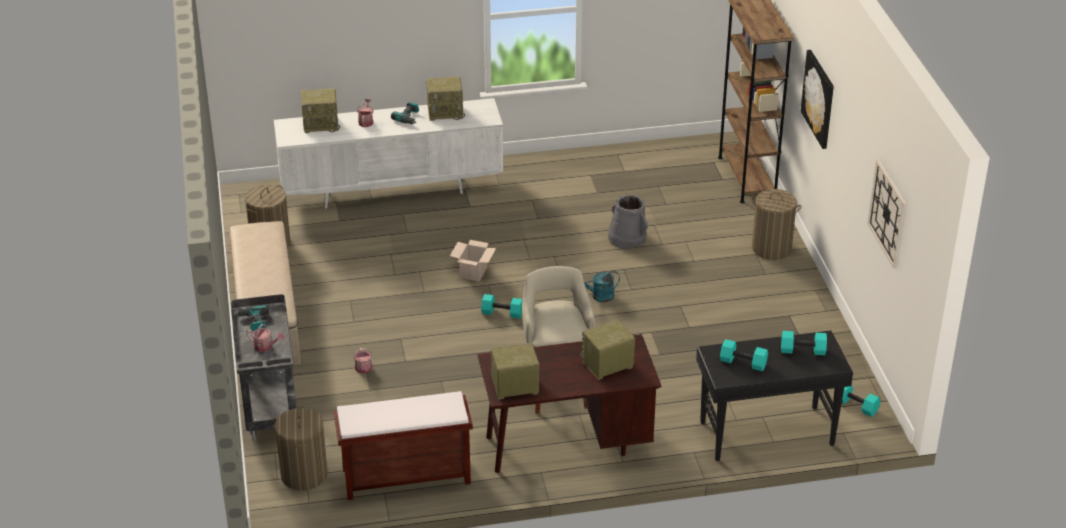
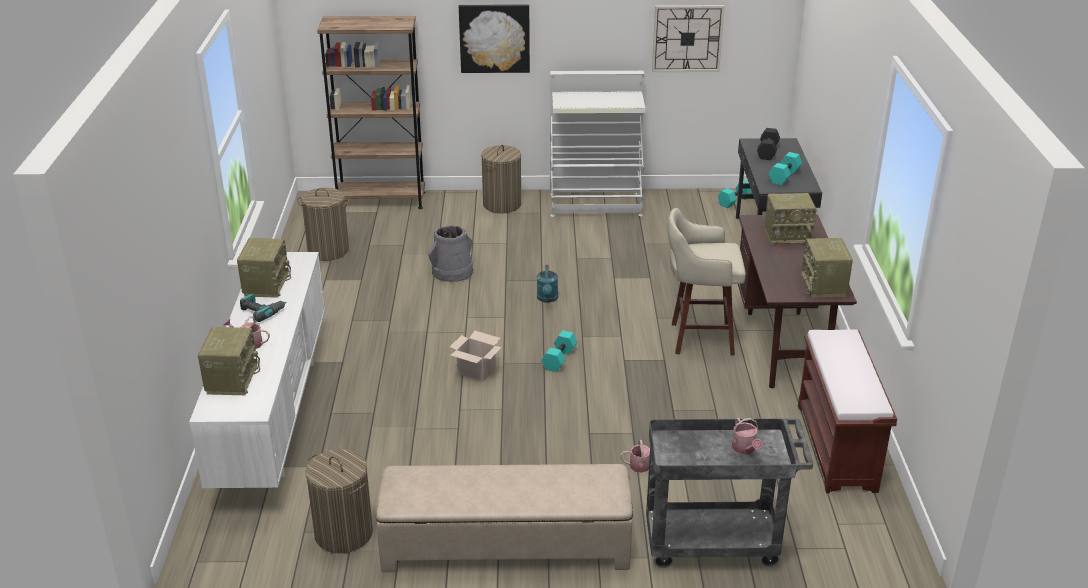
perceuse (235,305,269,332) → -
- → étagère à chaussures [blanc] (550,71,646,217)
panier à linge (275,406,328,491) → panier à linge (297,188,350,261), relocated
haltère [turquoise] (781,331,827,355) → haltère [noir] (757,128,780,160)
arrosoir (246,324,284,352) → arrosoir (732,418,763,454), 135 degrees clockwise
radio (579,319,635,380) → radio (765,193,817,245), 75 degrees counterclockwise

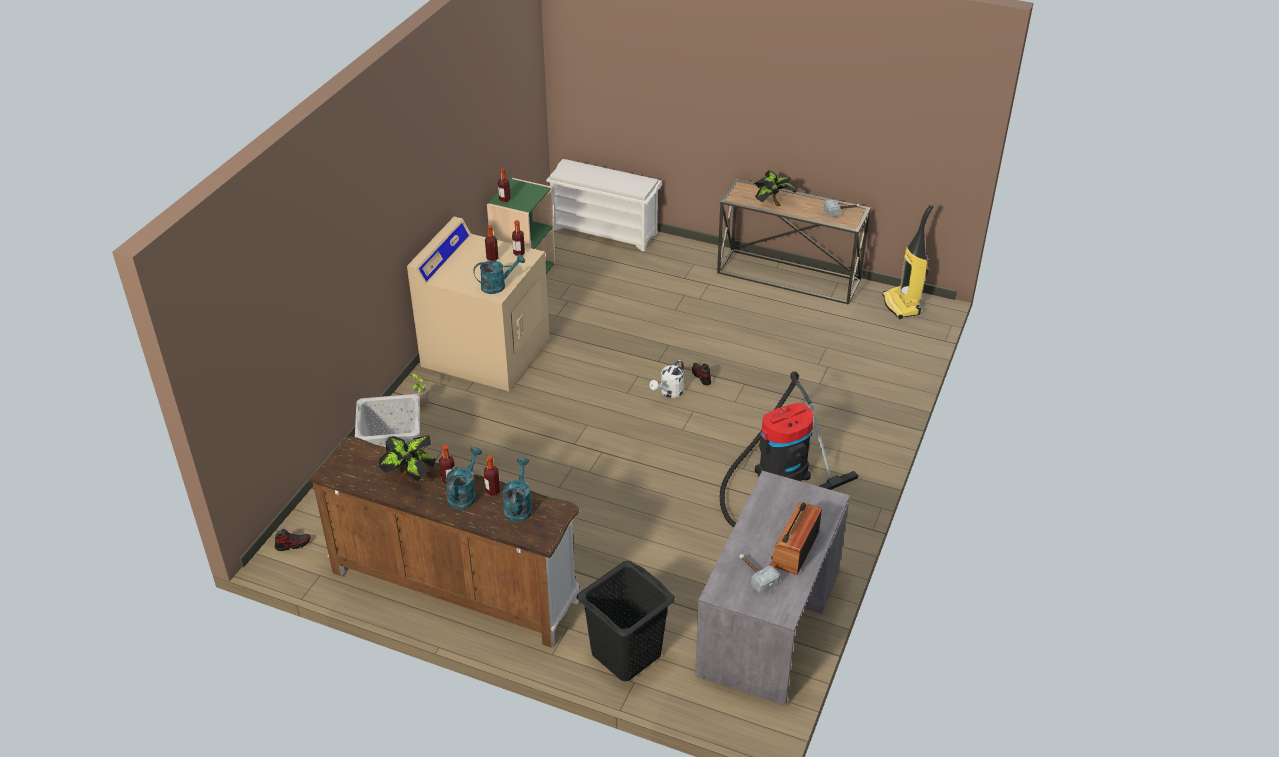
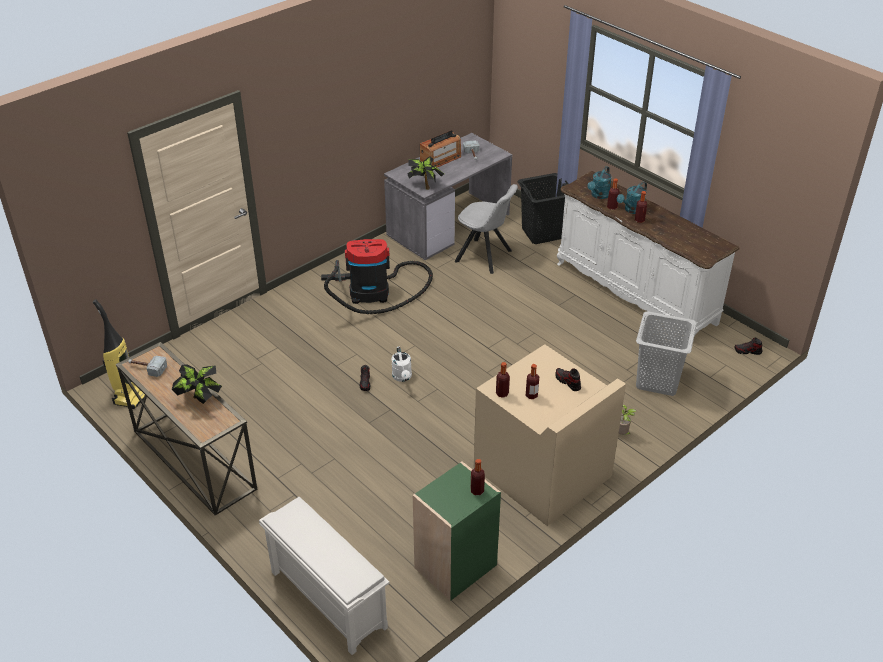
arrosoir [turquoise] (473,254,525,294) → -
- → chaise [gris] (455,184,518,274)
- → chaussure (556,368,581,391)
plante en pot (379,435,436,481) → plante en pot (407,156,444,190), relocated
arrosoir [blanc] (650,360,684,398) → arrosoir [blanc] (391,346,412,382), 105 degrees clockwise

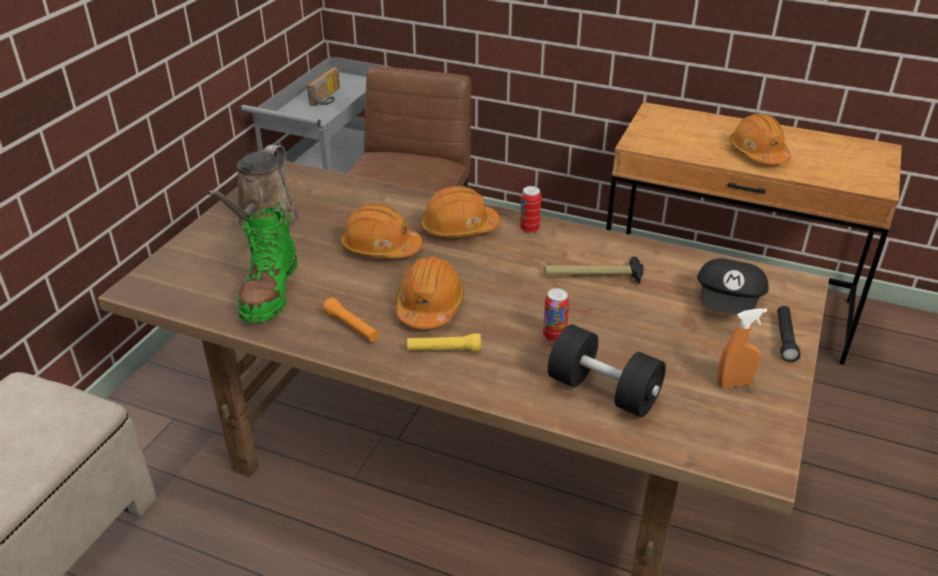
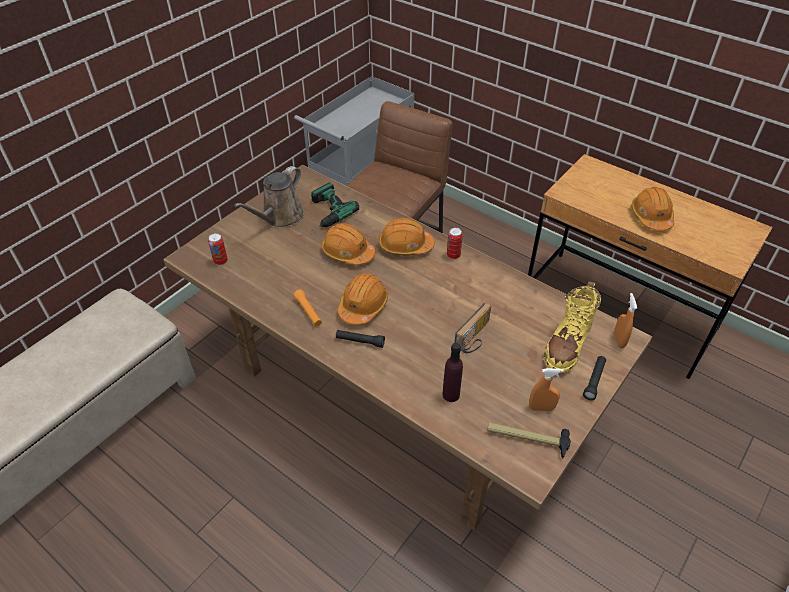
botte [vert] (237,201,297,322) → -
- → perceuse (311,182,359,230)
- → vaporisateur [orange] (614,293,637,348)
radio (307,67,340,106) → radio (455,303,491,353), relocated
boîte métallique (543,288,569,342) → boîte métallique (208,233,228,265), relocated
marteau (545,257,644,284) → marteau (487,422,571,459), relocated
haltère [noir] (548,324,666,417) → bouteille [violet] (443,343,463,402)
casquette [noir] (697,258,769,314) → botte [jaune] (544,281,601,373)
lampe de poche [jaune] (407,333,481,352) → lampe de poche [noir] (336,330,385,348)

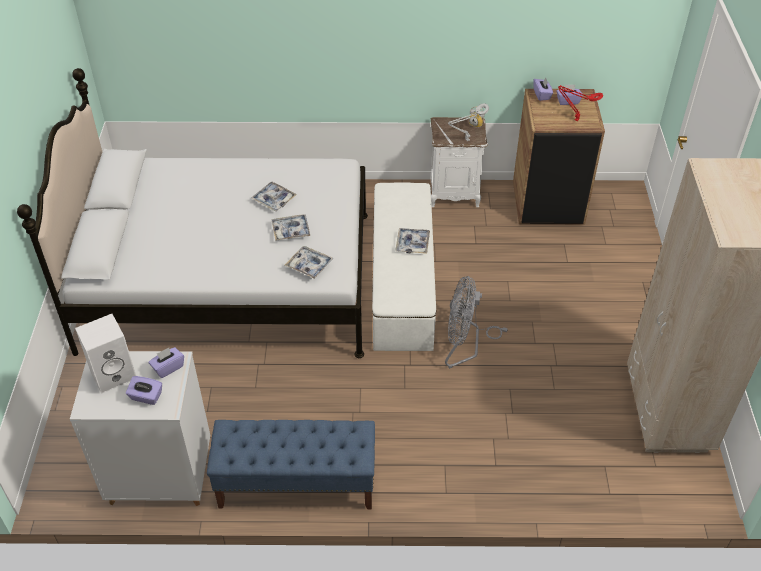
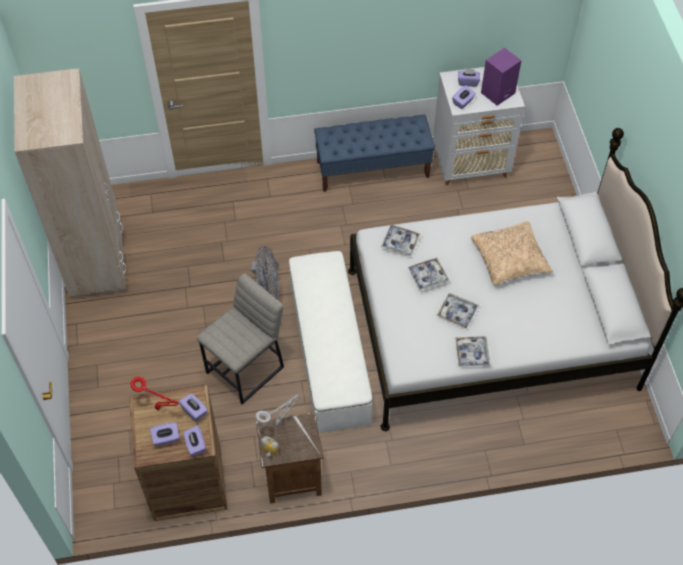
- → boîte à mouchoirs [violet] (179,394,208,422)
- → chaise [gris] (197,273,284,404)
- → coussin [beige] (471,221,553,285)
plateau (395,228,430,254) → plateau (455,336,490,367), relocated
enceinte [blanc] (75,314,136,394) → enceinte [violet] (481,48,522,106)

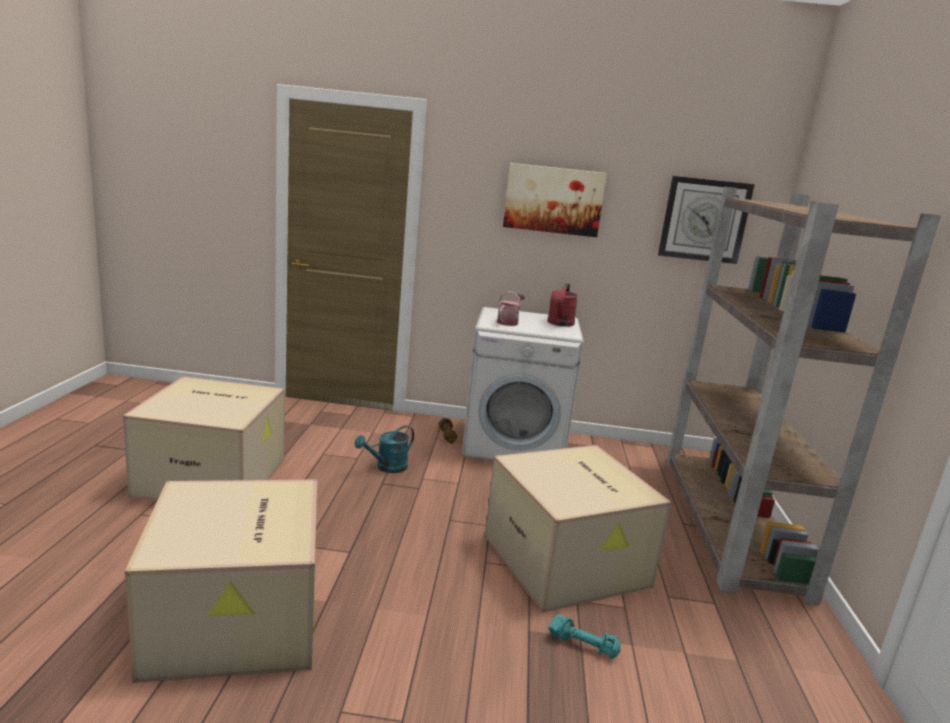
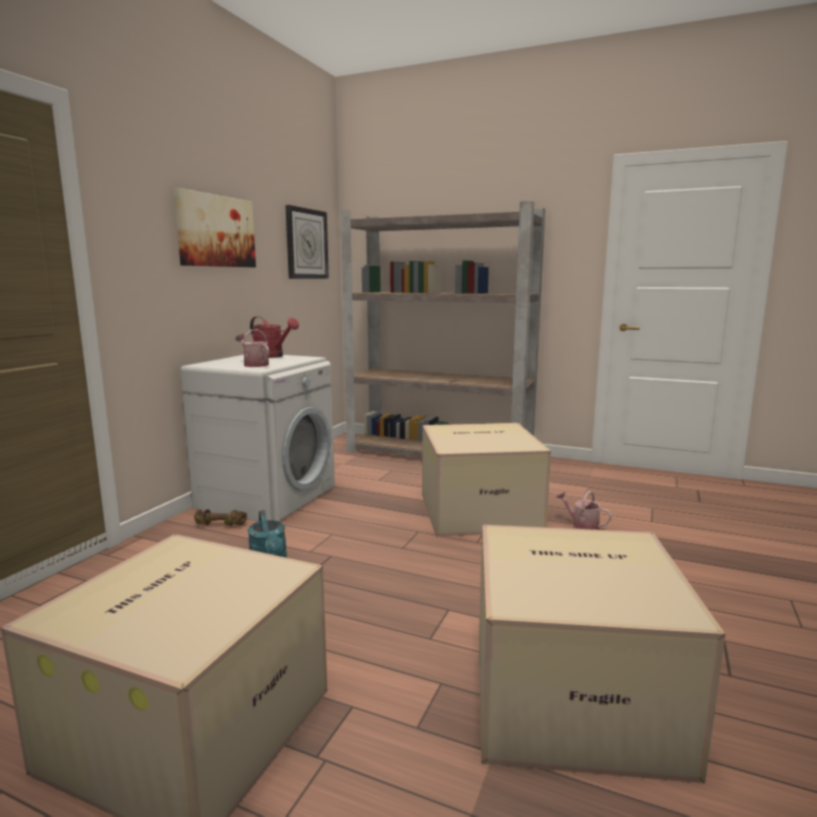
haltère [turquoise] (548,614,621,659) → arrosoir (556,491,612,530)

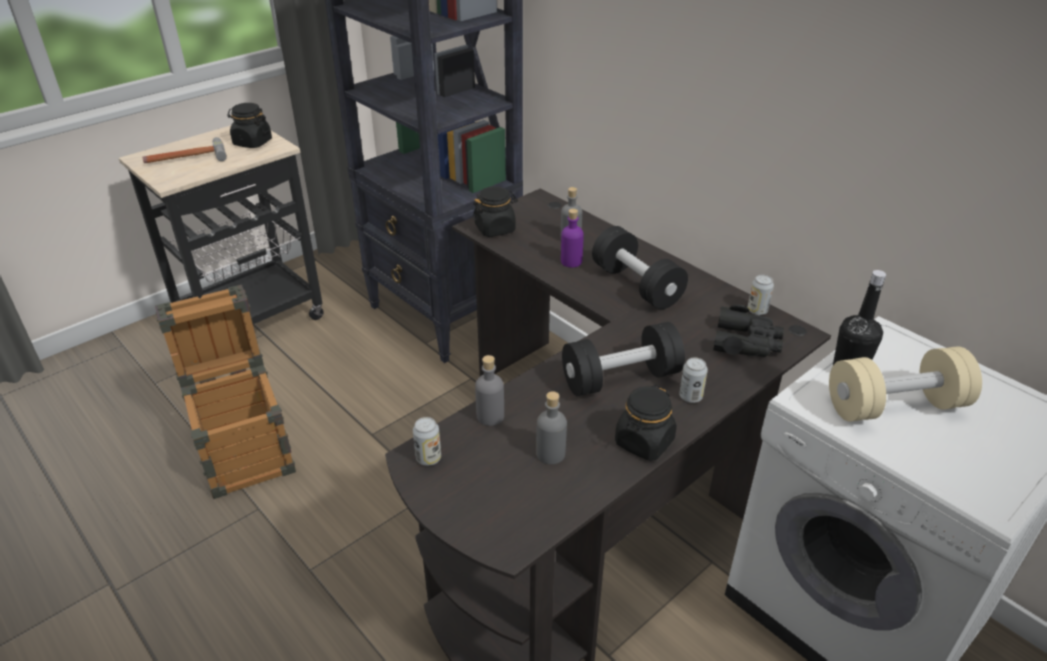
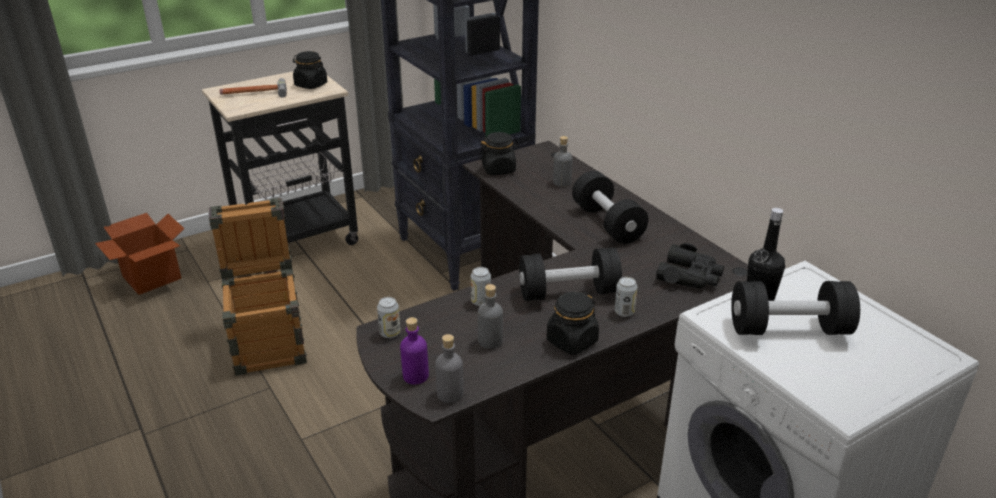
- → carton (95,213,185,295)
bouteille [gris] (475,355,504,426) → bouteille [gris] (435,334,464,403), relocated
bouteille [violet] (561,209,584,267) → bouteille [violet] (400,317,429,384), relocated
boîte métallique (747,275,774,315) → boîte métallique (471,267,491,306), relocated
haltère [beige] (829,346,982,422) → haltère [noir] (731,281,860,335)

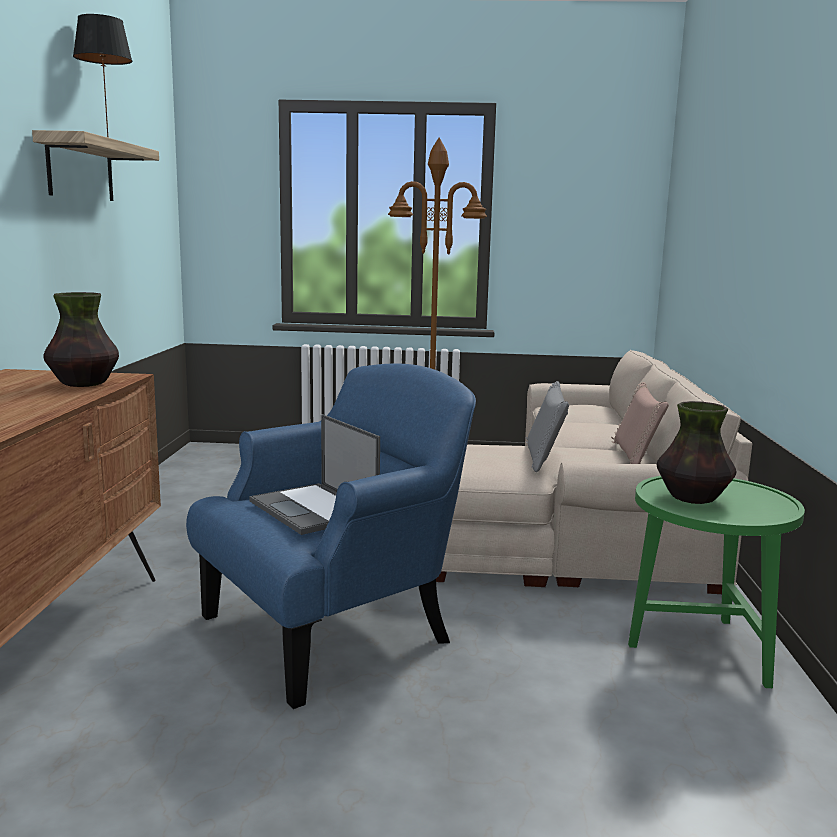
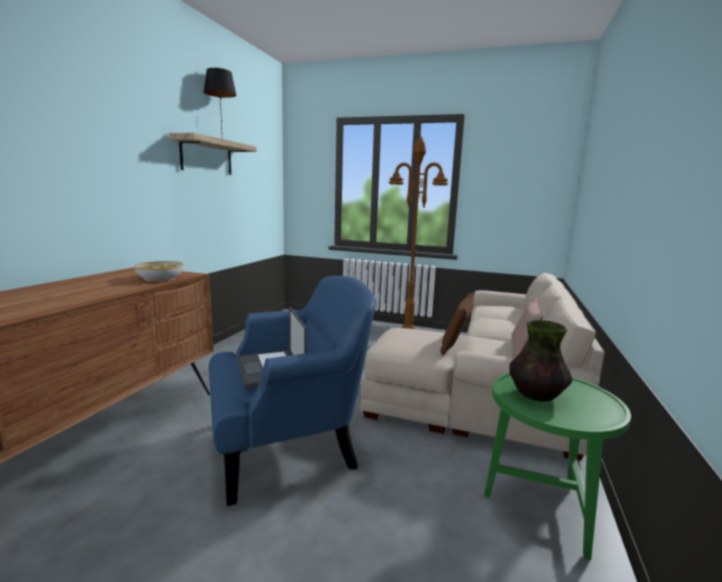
vase (43,292,119,387) → bol (134,261,183,282)
coussin [gris] (526,381,569,472) → coussin [marron] (440,293,474,355)

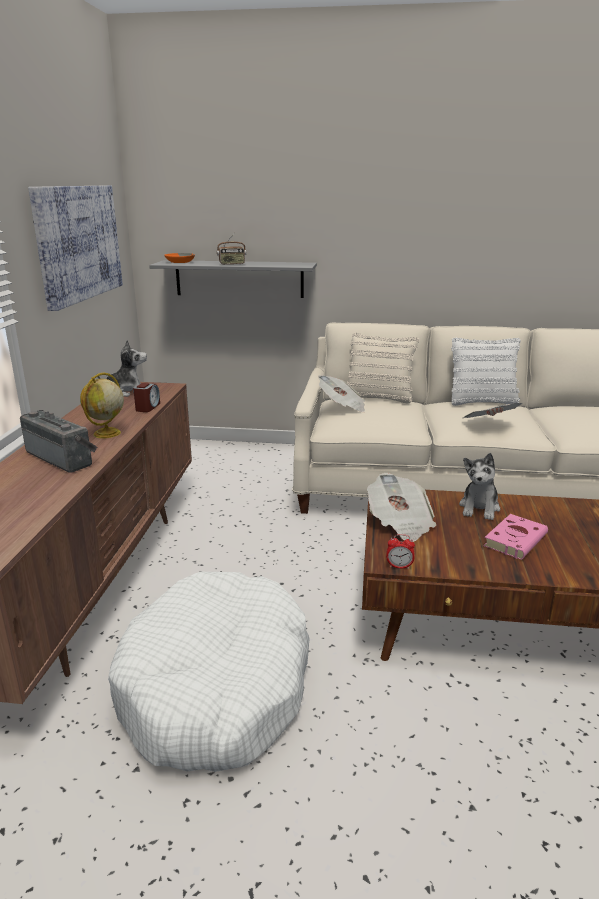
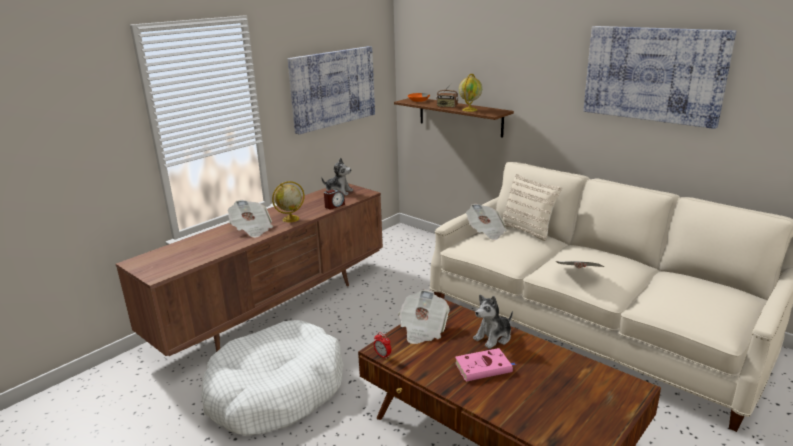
coussin [blanc] (451,337,521,406) → -
- → globe (459,74,482,112)
- → tableau (584,26,736,129)
radio (20,410,97,473) → journal (228,200,273,238)
étagère [gris] (149,260,317,298) → étagère [marron] (394,98,514,138)

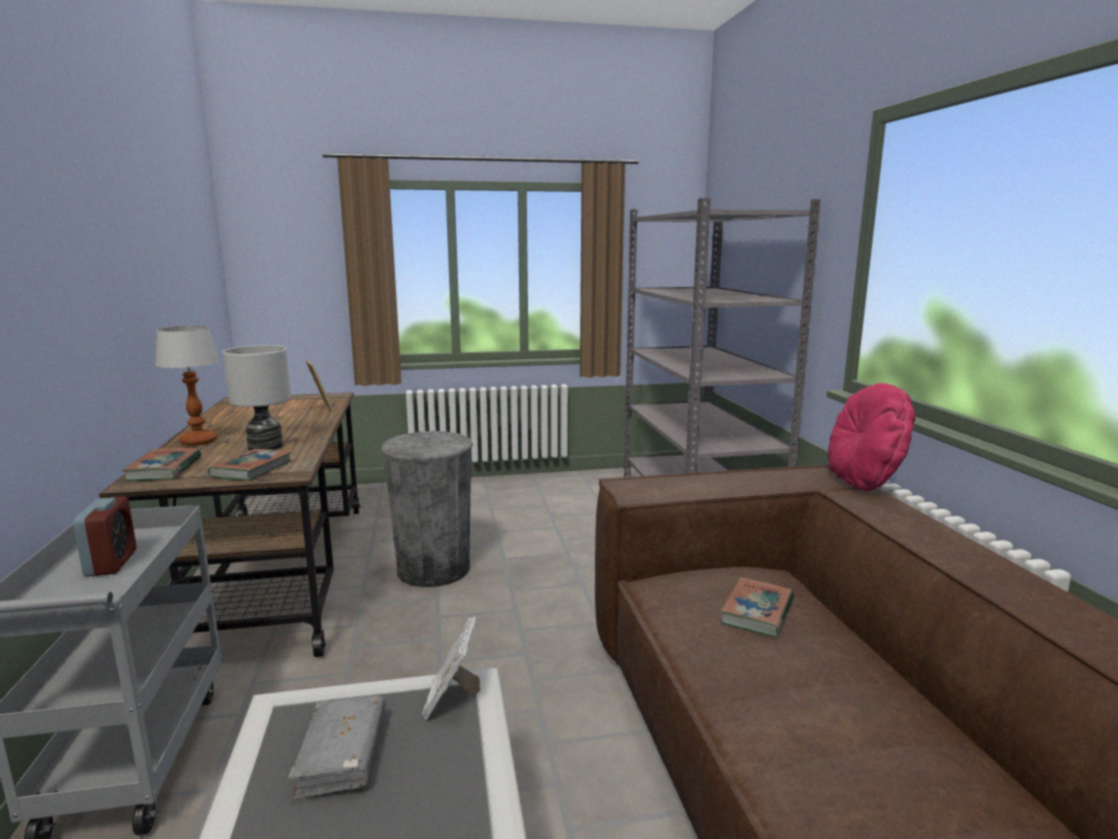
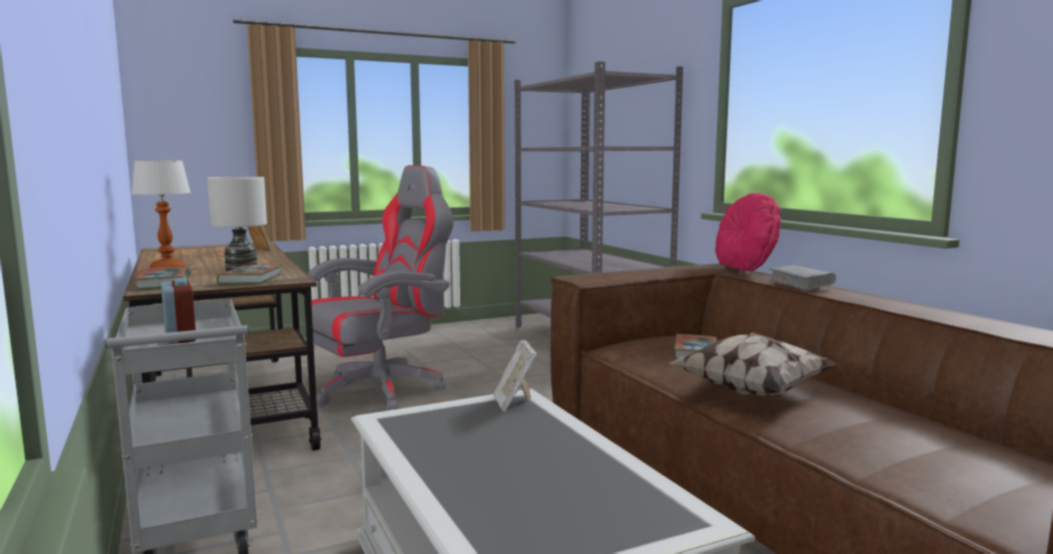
- → coussin (669,333,836,396)
livre [gris] (288,695,385,800) → livre [gris] (769,265,836,291), relocated
poubelle [gris] (381,431,473,587) → chaise de bureau [gris] (308,165,454,411)

